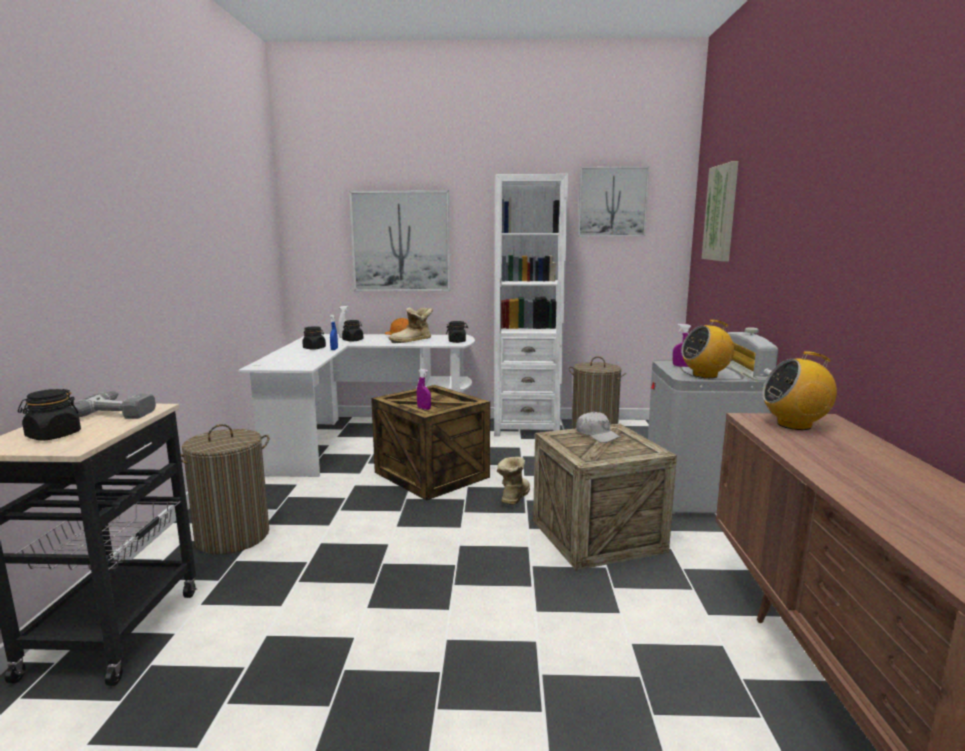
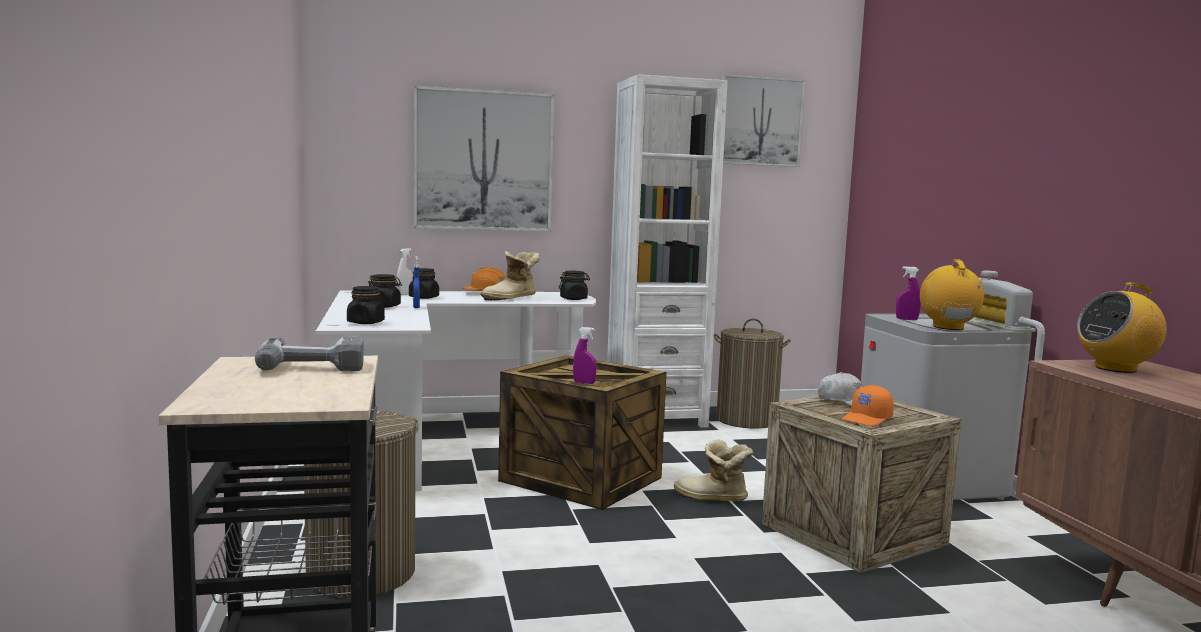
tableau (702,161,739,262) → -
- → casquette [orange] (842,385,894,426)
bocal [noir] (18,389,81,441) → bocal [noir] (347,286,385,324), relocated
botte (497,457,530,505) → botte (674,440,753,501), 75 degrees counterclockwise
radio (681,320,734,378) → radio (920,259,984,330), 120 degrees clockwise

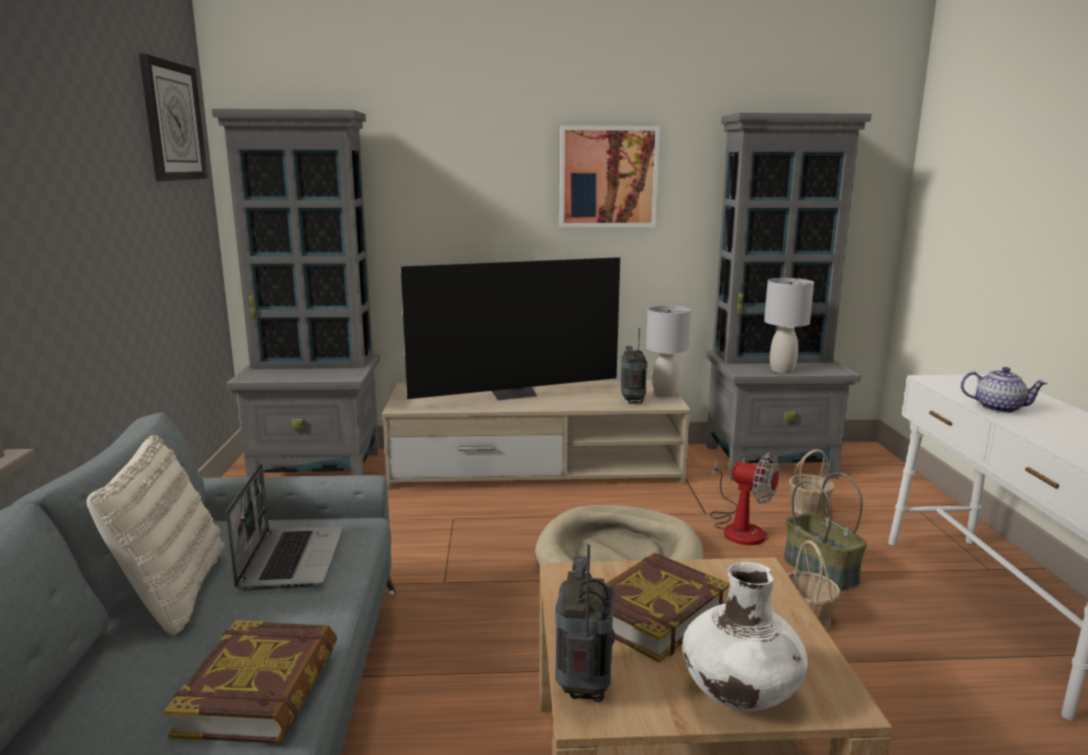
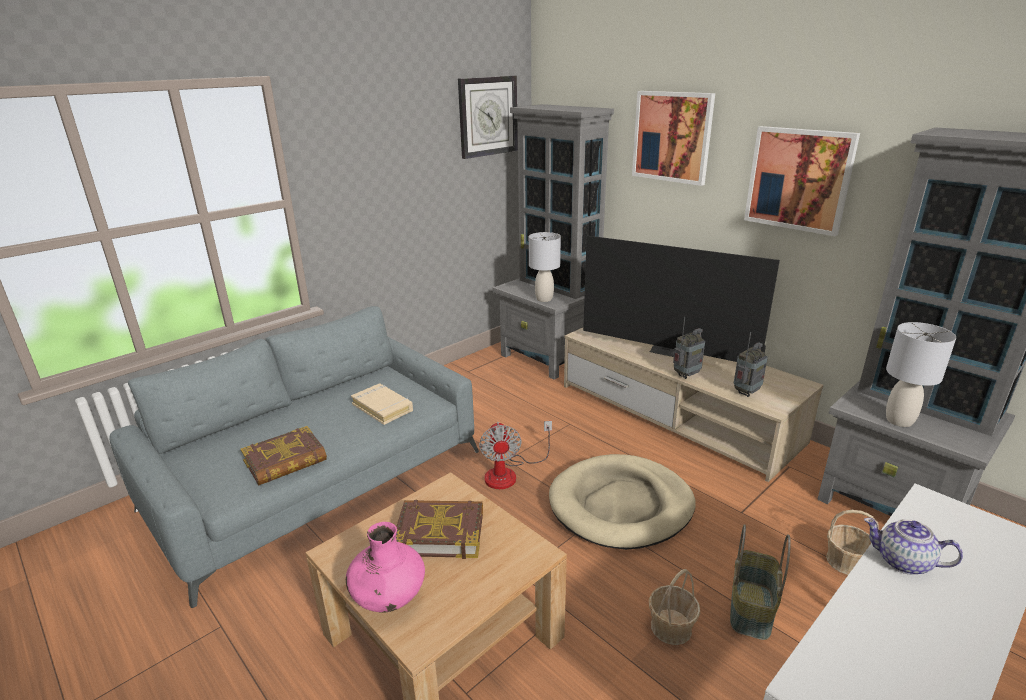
coussin [beige] (86,435,225,635) → -
- → tableau (632,91,715,186)
radio (555,544,615,702) → radio (673,317,705,379), relocated
lampe de table [gris] (646,305,691,397) → lampe de table [gris] (529,232,561,302), relocated
ventilateur (710,453,780,545) → ventilateur (479,421,552,489), relocated
ordinateur portable (226,463,343,590) → livre [beige] (351,383,413,425)
vase [blanc] (682,562,808,711) → vase [rose] (346,522,425,613)
théière (961,367,1048,413) → théière (864,518,963,575), 135 degrees clockwise

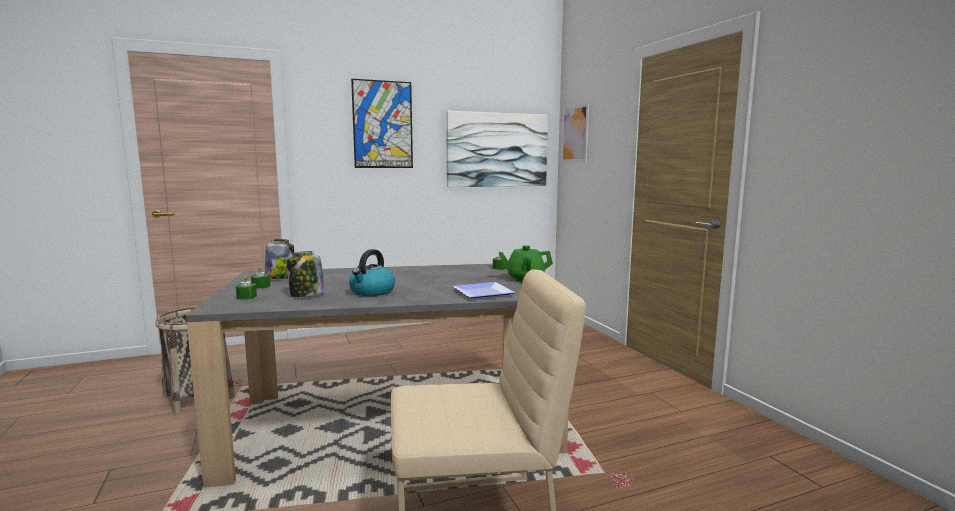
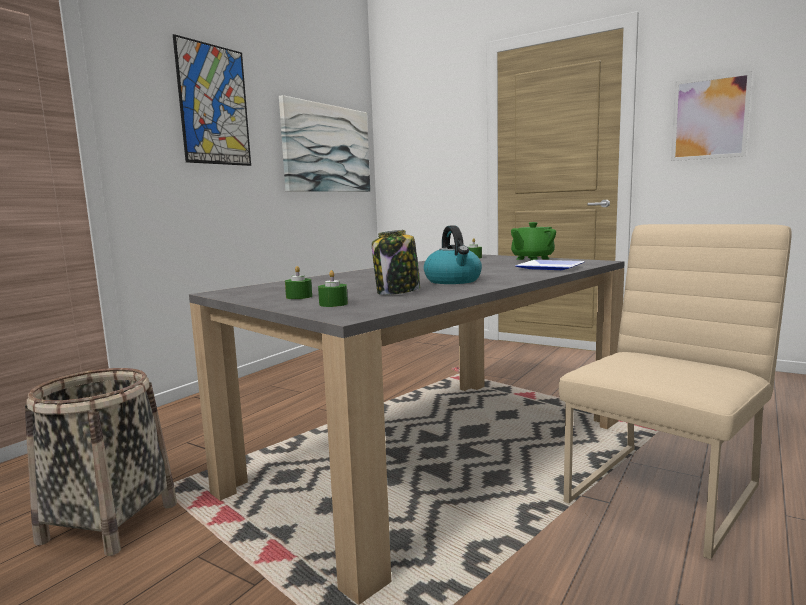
bocal (265,239,294,279) → -
tableau (561,104,589,162) → tableau (671,71,752,161), relocated

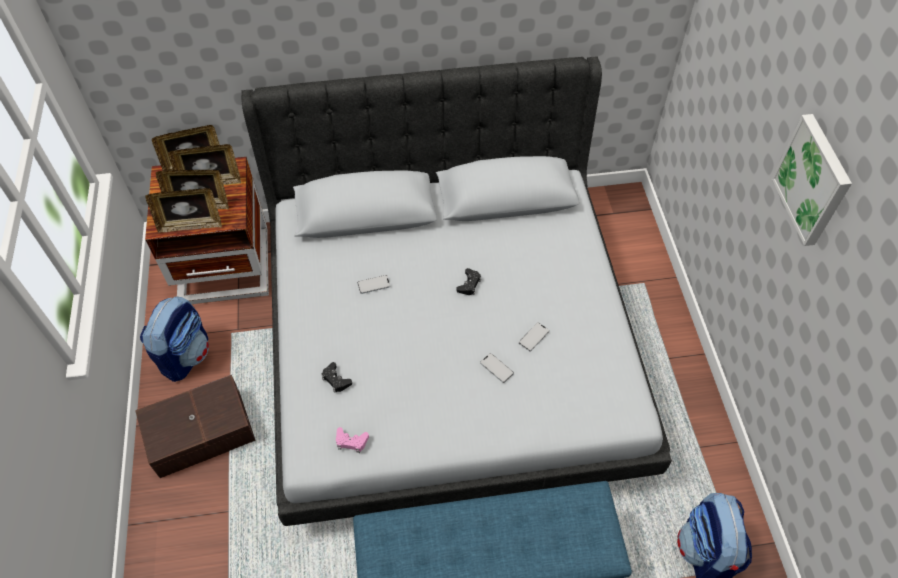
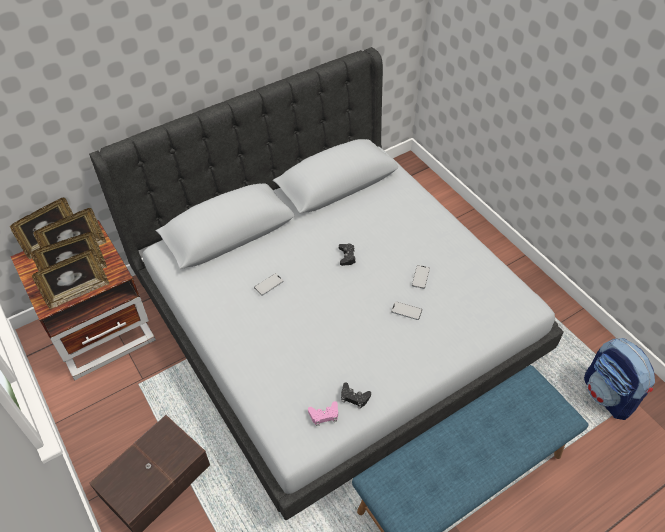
sac à dos (140,296,209,382) → -
tableau (771,114,852,246) → -
manette [noir] (322,362,352,393) → manette [noir] (341,383,371,409), relocated

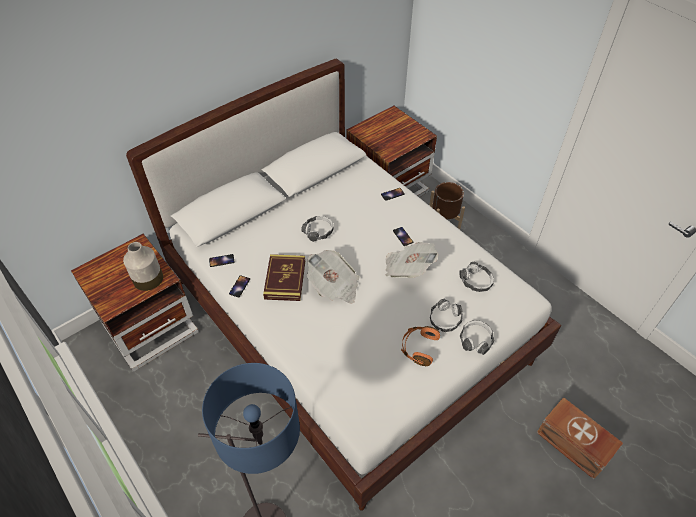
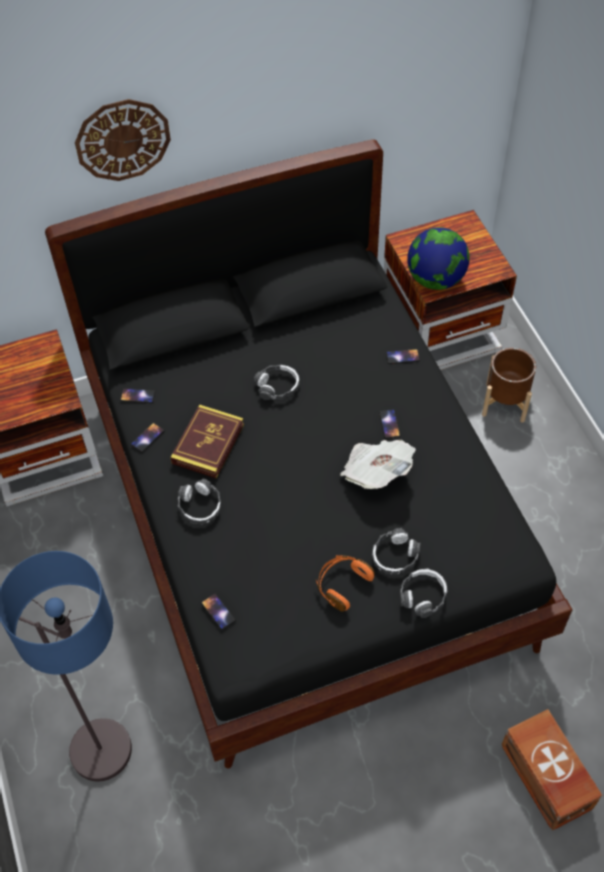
vase [beige] (123,242,163,291) → -
journal (307,250,359,304) → -
- → horloge murale (75,99,171,181)
- → téléphone (201,593,236,630)
- → globe (407,227,470,290)
casque audio (459,262,494,292) → casque audio (178,478,221,525), relocated
lit [blanc] (126,59,561,511) → lit [noir] (45,139,573,769)

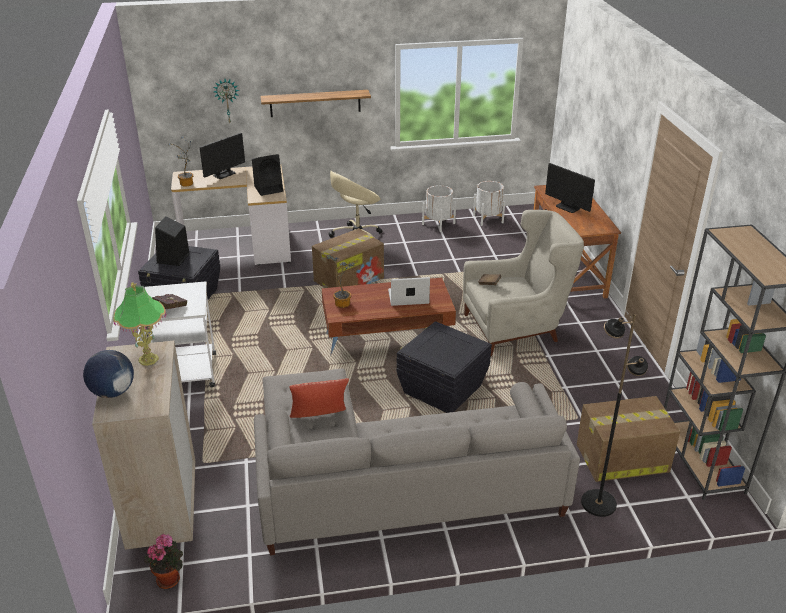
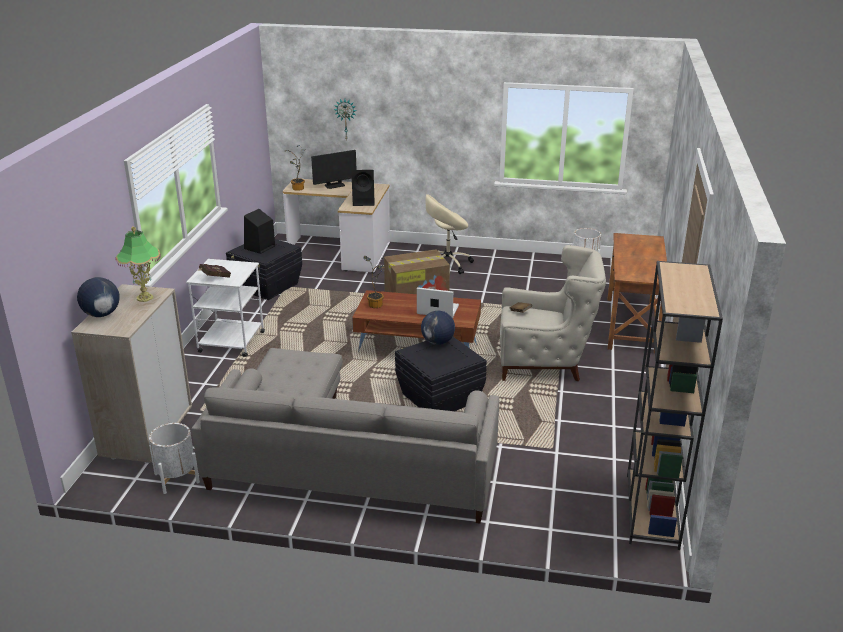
plante en pot (144,534,183,589) → -
étagère (261,90,371,117) → -
coussin (289,378,349,418) → -
écran d'ordinateur (545,163,595,213) → -
carton (577,396,680,482) → -
lampadaire [noir] (581,314,648,517) → -
- → globe (421,311,455,345)
cache-pot [blanc] (422,185,456,232) → cache-pot [blanc] (149,423,200,494), relocated

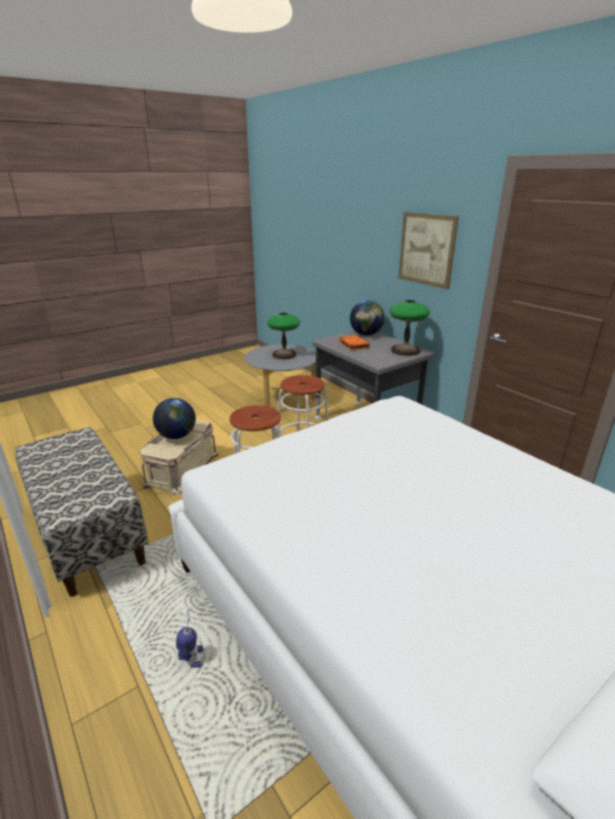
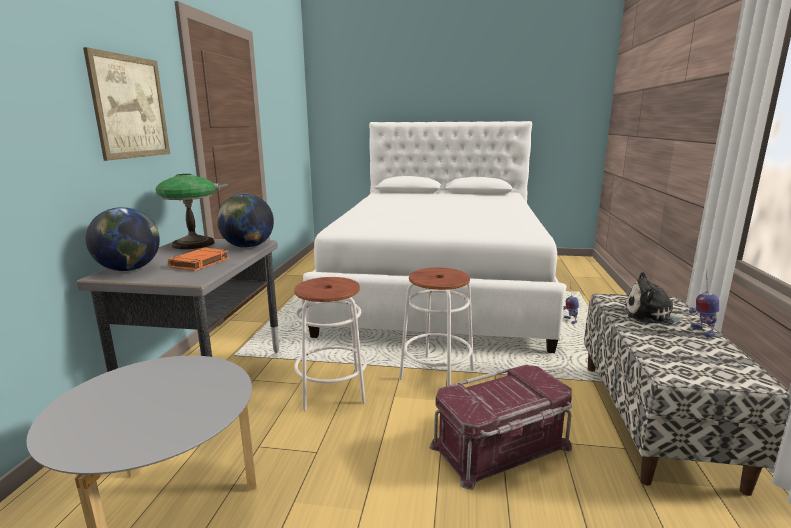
lampe de table (267,313,300,359) → -
- → peluche (625,272,692,325)
- → robot jouet (689,269,719,338)
globe (153,398,196,439) → globe (217,194,274,248), relocated
boîte de rangement [beige] (140,420,219,496) → boîte de rangement [rouge] (429,365,572,490)

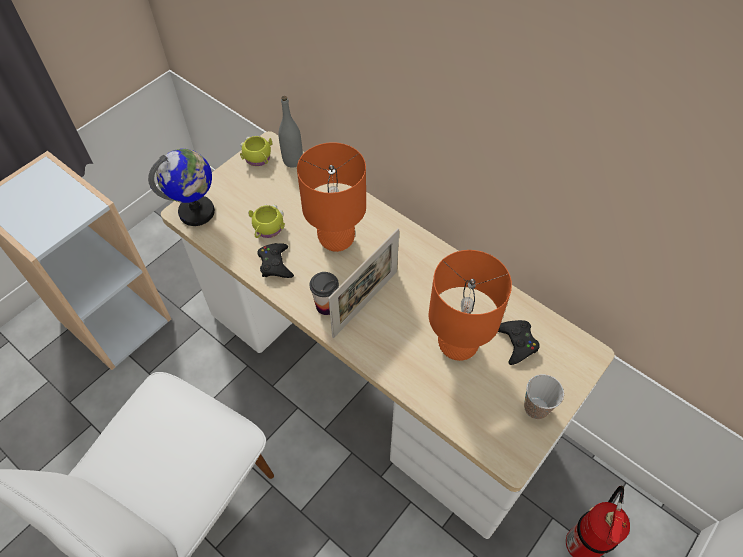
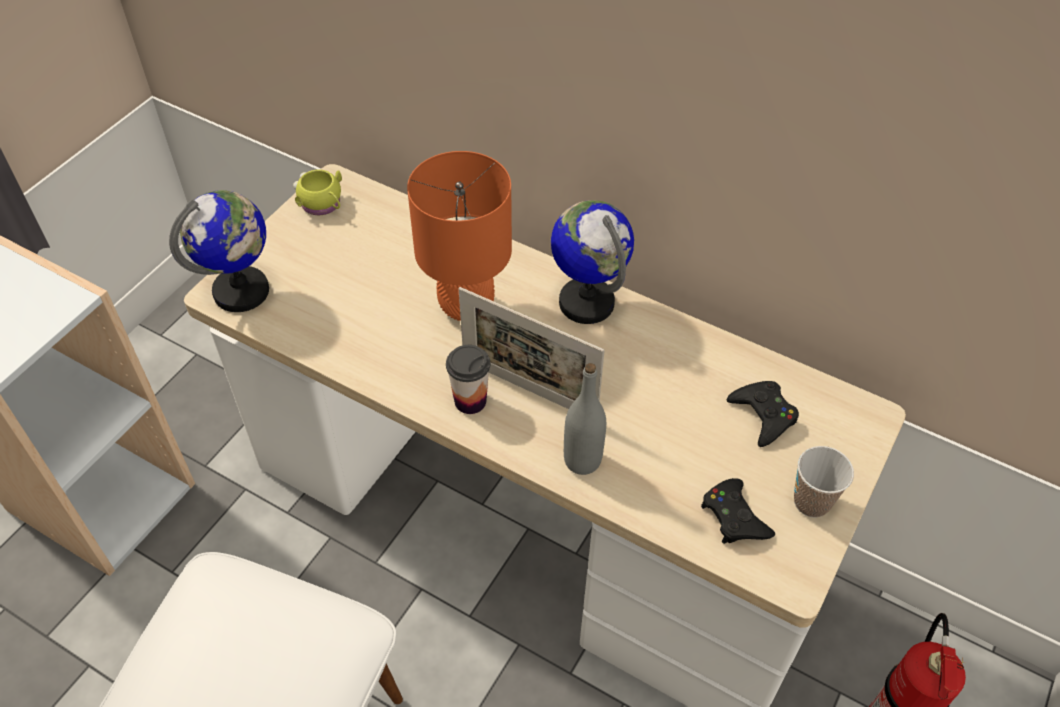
mug [jaune] (249,205,285,238) → -
lampe de table [orange] (429,250,512,361) → -
- → globe (551,200,634,324)
manette [noir] (257,243,294,278) → manette [noir] (701,478,775,544), relocated
bouteille [gris] (278,96,303,168) → bouteille [gris] (564,363,606,475), relocated
cadre photo (328,228,399,338) → cadre photo (459,287,605,409), 90 degrees clockwise

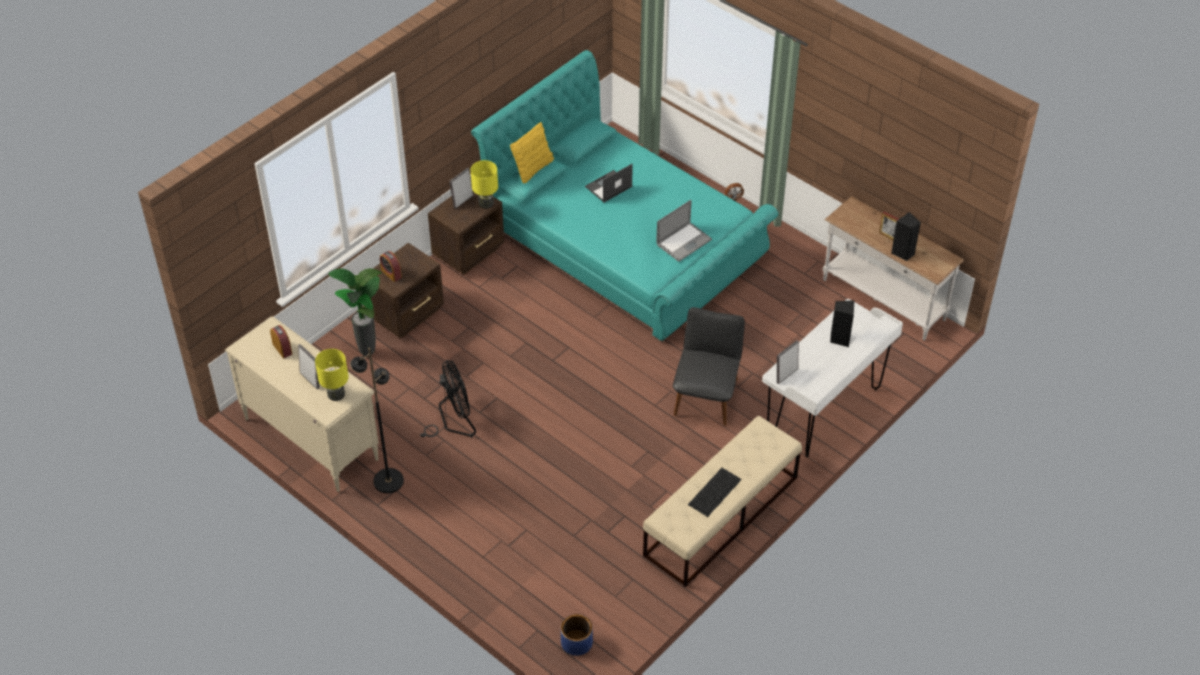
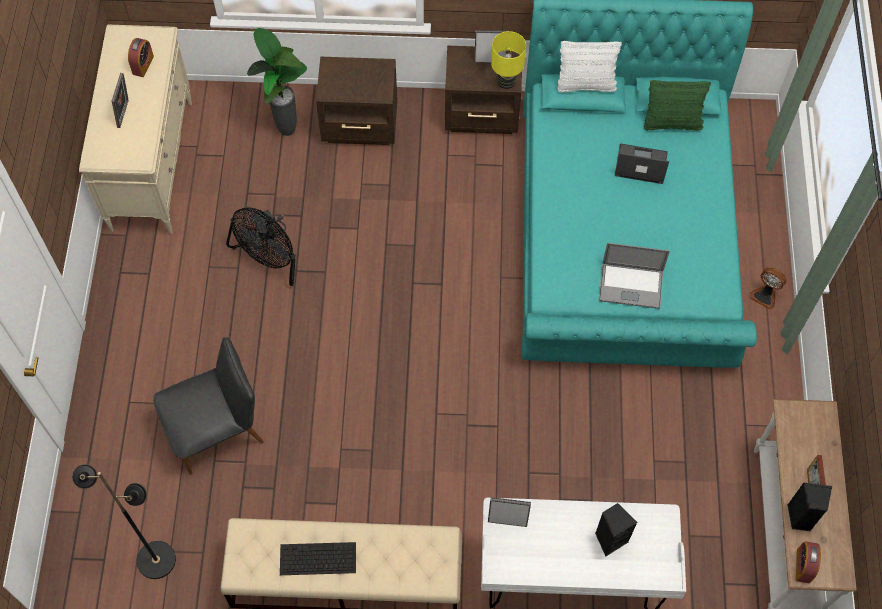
lampe de table [jaune] (315,349,349,401) → -
cache-pot [bleu] (561,614,593,656) → -
- → coussin [vert] (644,80,711,131)
lampadaire [noir] (350,348,404,493) → lampadaire [noir] (72,464,176,579), relocated
réveil (380,251,402,282) → réveil (796,541,821,583), relocated
chaise [noir] (673,307,745,426) → chaise [noir] (153,337,264,475), relocated
coussin [jaune] (510,122,554,184) → coussin [blanc] (557,41,622,93)
ventilateur [noir] (419,360,476,438) → ventilateur [noir] (226,207,295,286), 90 degrees clockwise

